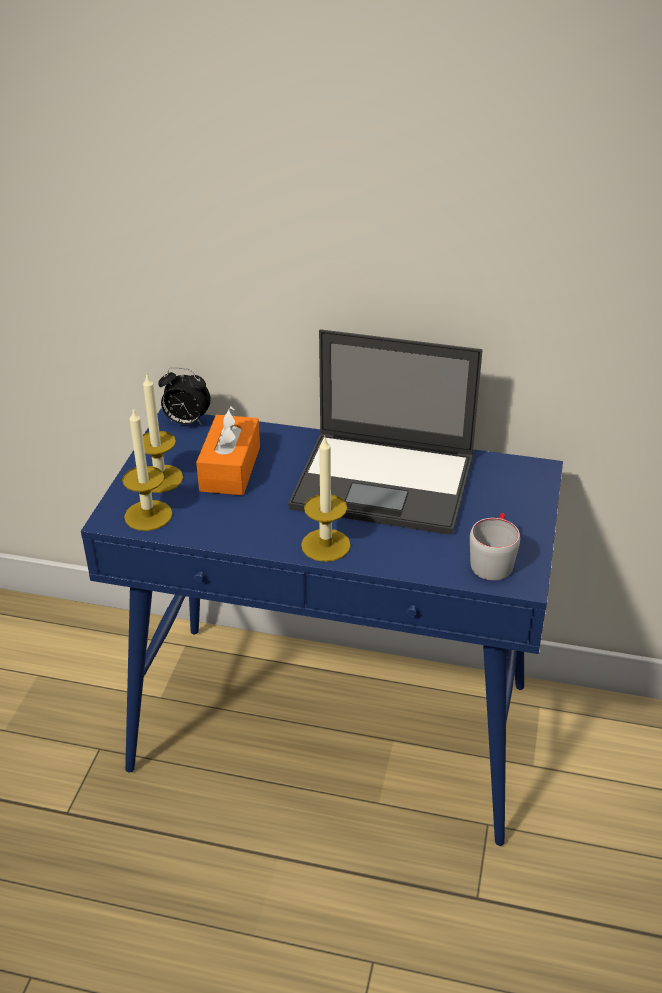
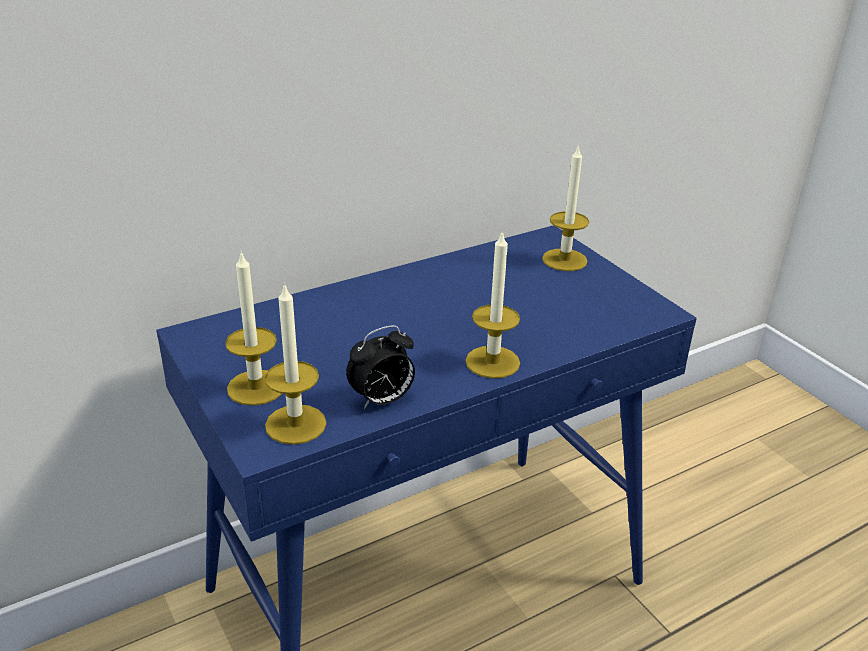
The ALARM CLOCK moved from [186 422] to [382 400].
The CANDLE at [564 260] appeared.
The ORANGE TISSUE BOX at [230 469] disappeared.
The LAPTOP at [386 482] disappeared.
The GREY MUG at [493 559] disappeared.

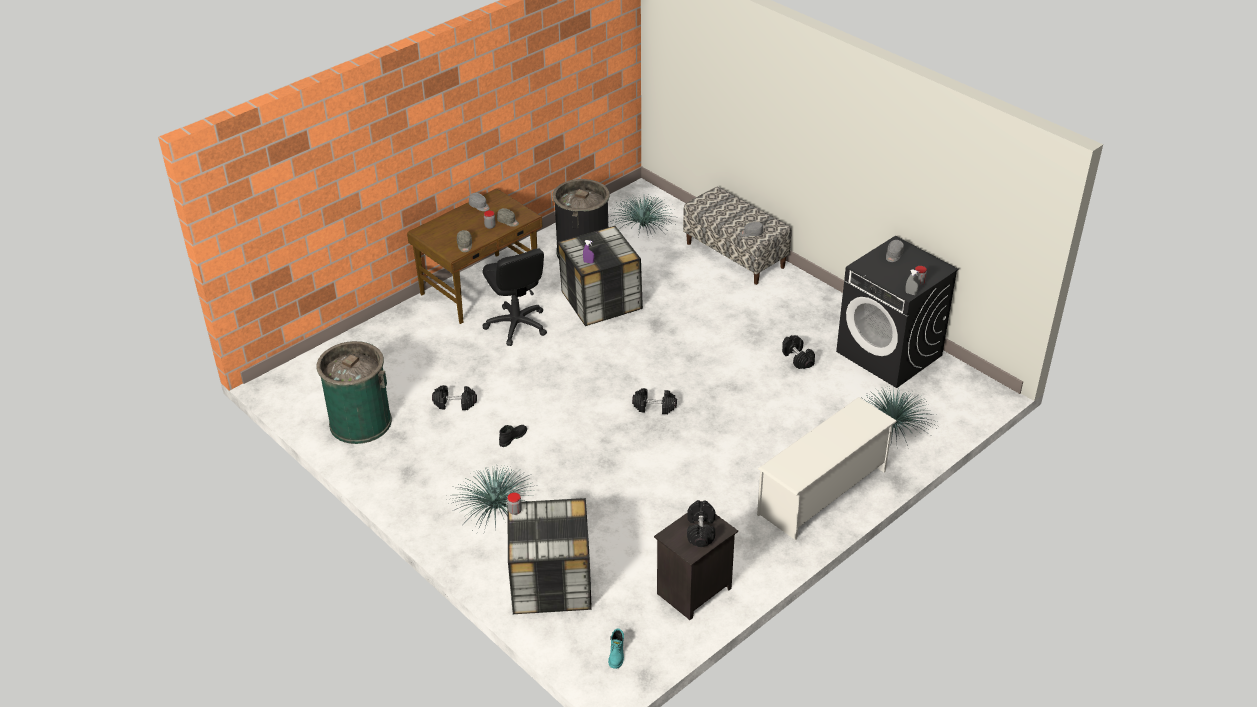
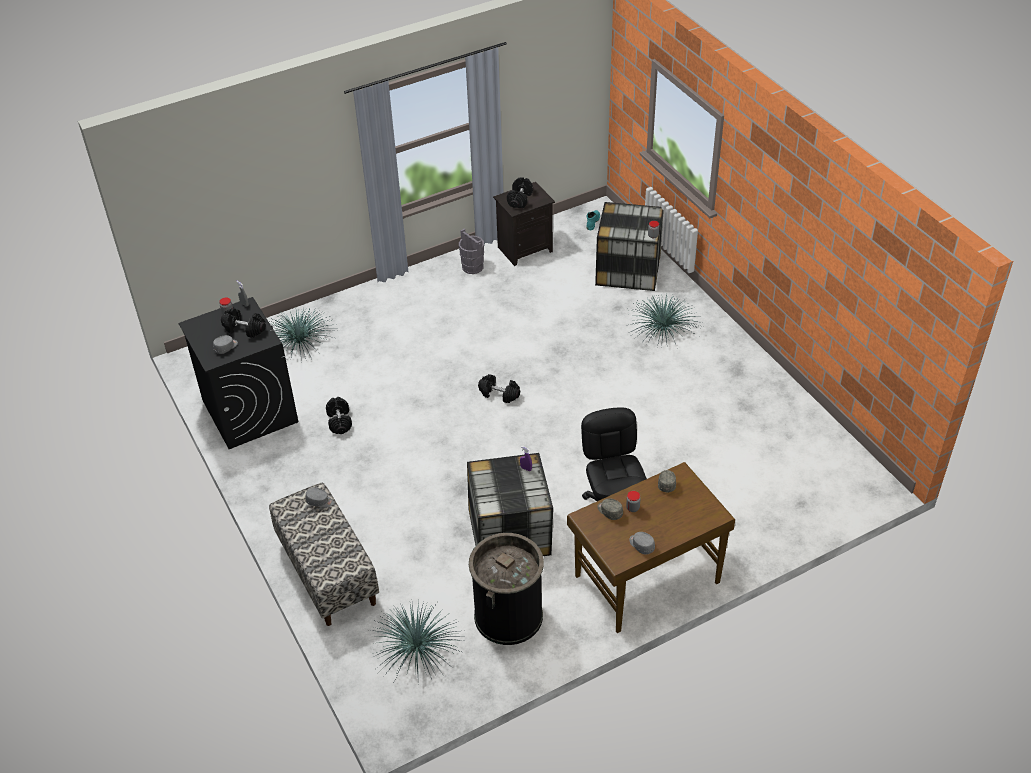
The BLACK DUMBBELL moved from [455 404] to [244 329].
The GREY BUCKET at [472 267] appeared.
The GREEN TRASH CAN at [360 422] disappeared.
The BLACK BOOT at [512 437] disappeared.
The WHITE SHOE RACK at [823 492] disappeared.

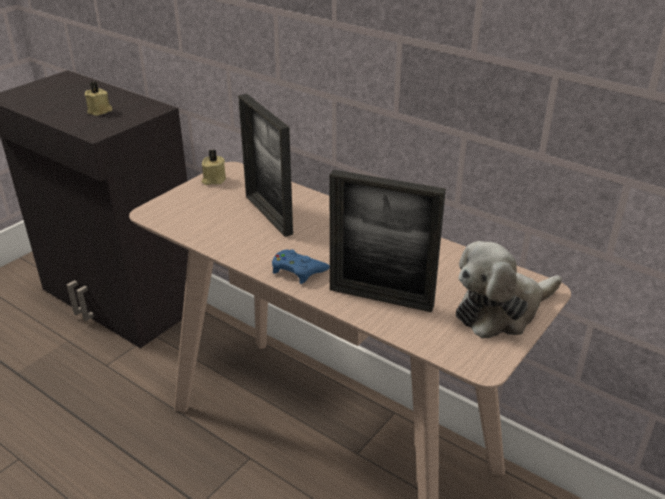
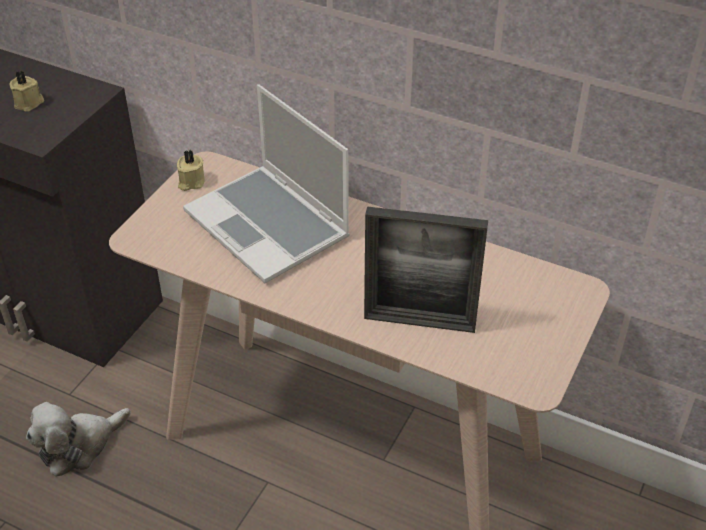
The PLUSH TOY moved from [501 311] to [79 446].
The PICTURE FRAME at [268 214] was replaced by the LAPTOP at [269 226].
The BLUE GAME CONTROLLER at [298 270] disappeared.

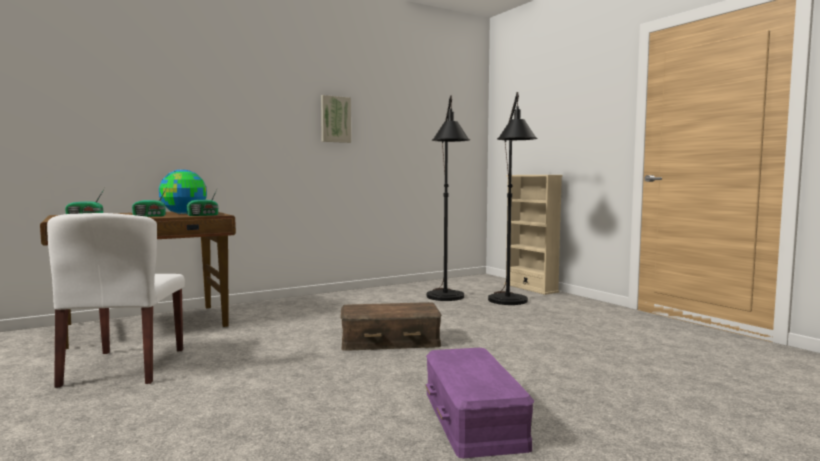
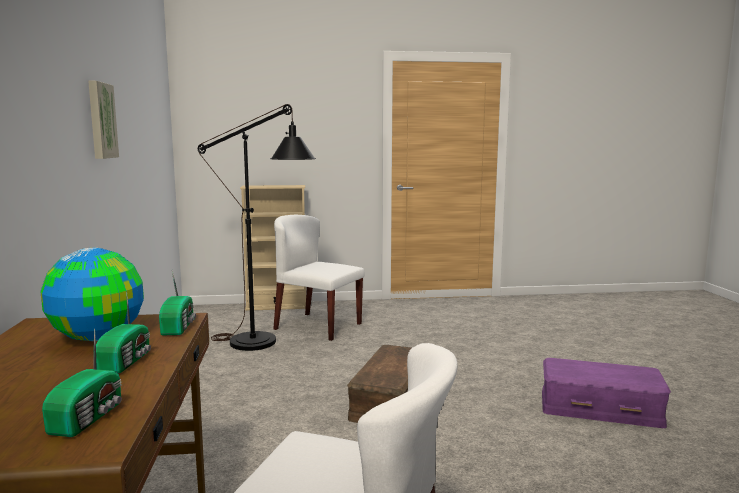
The BLACK FLOOR LAMP at [509 303] was replaced by the WHITE CHAIR at [317 326].

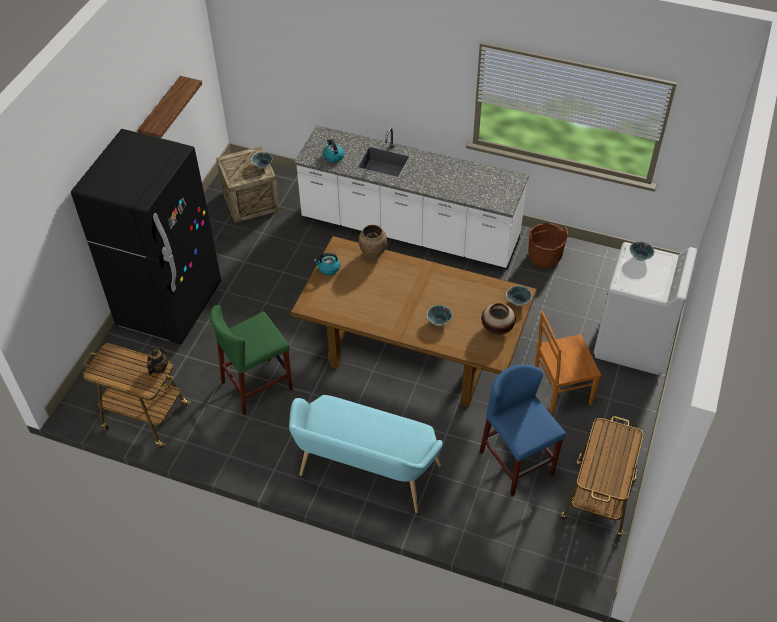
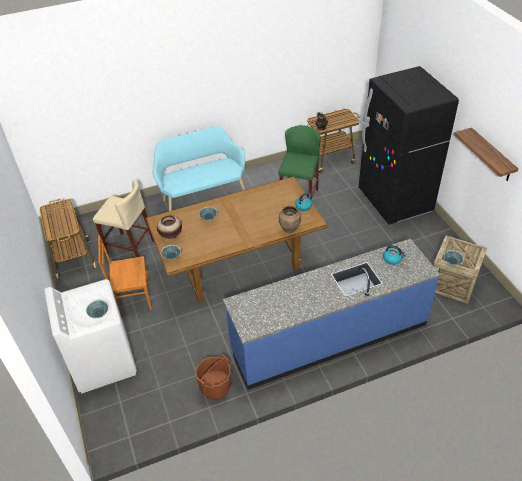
The BLUE STOOL at [516 463] became the BEIGE STOOL at [130 248].
The BROWN CHAIR at [560 390] turned 135 degrees counterclockwise.
The WHITE COUNTER at [409 231] became the BLUE COUNTER at [328 337].

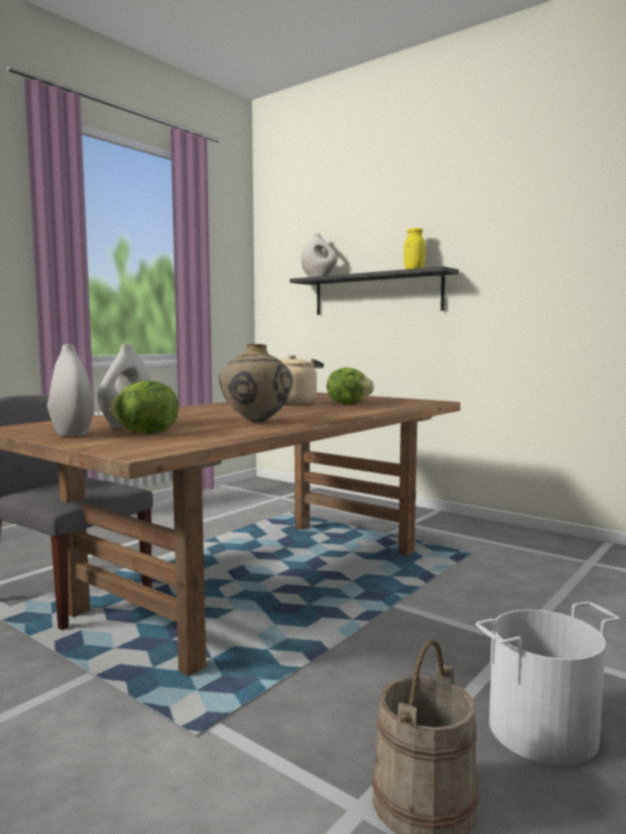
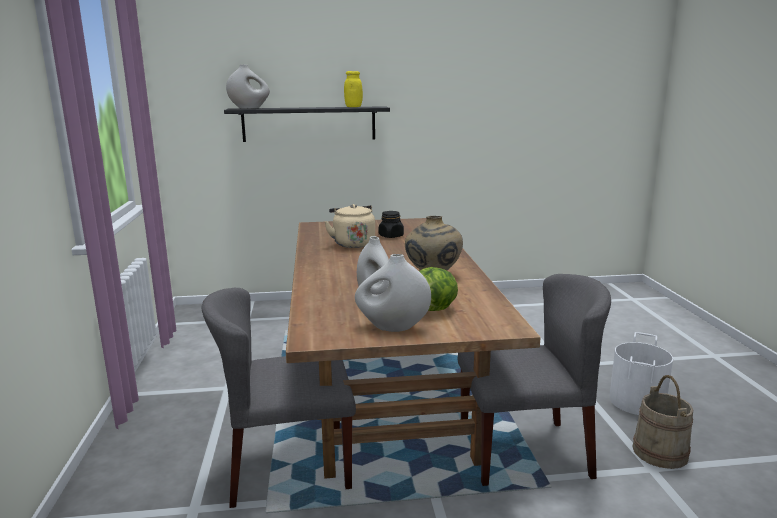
The LETTUCE at [348 404] was replaced by the BLACK JAR at [391 236].
The GREY CHAIR at [525 452] appeared.

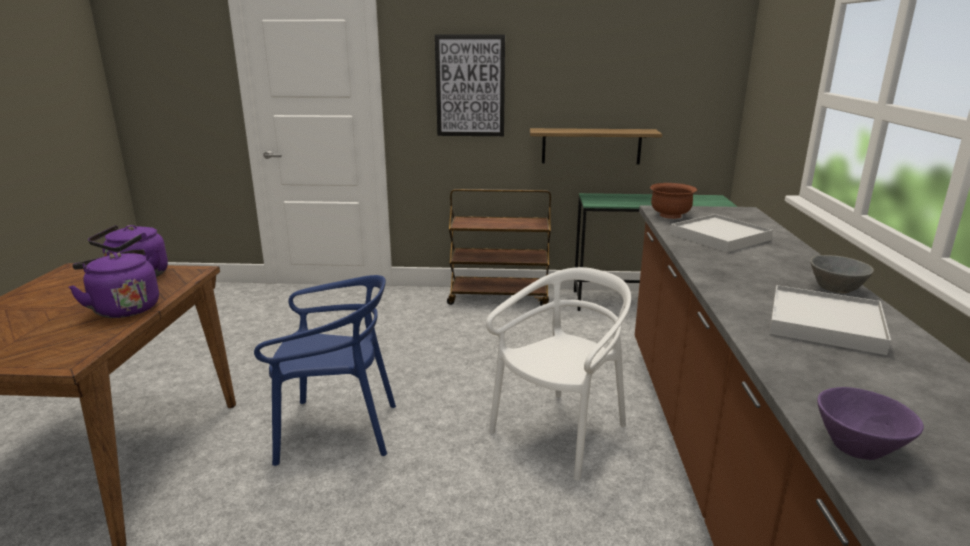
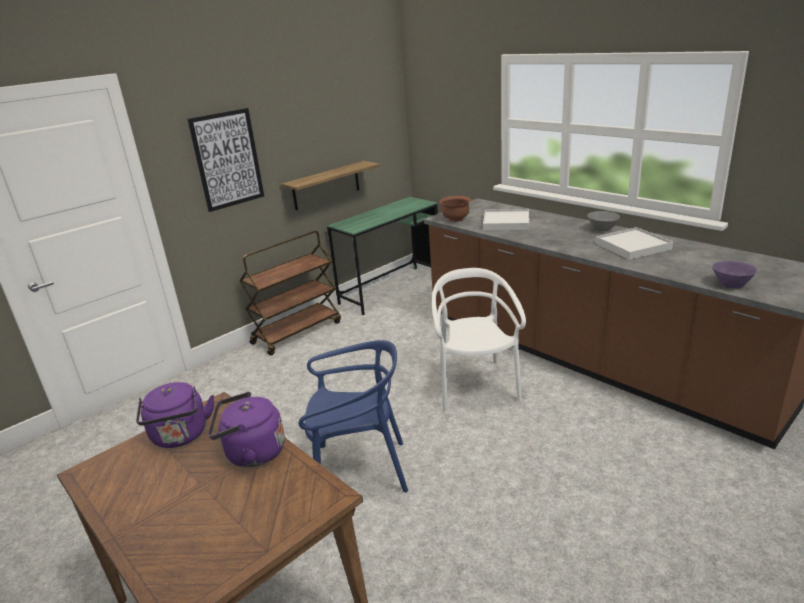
The BLUE CHAIR at [337 430] turned 45 degrees clockwise.

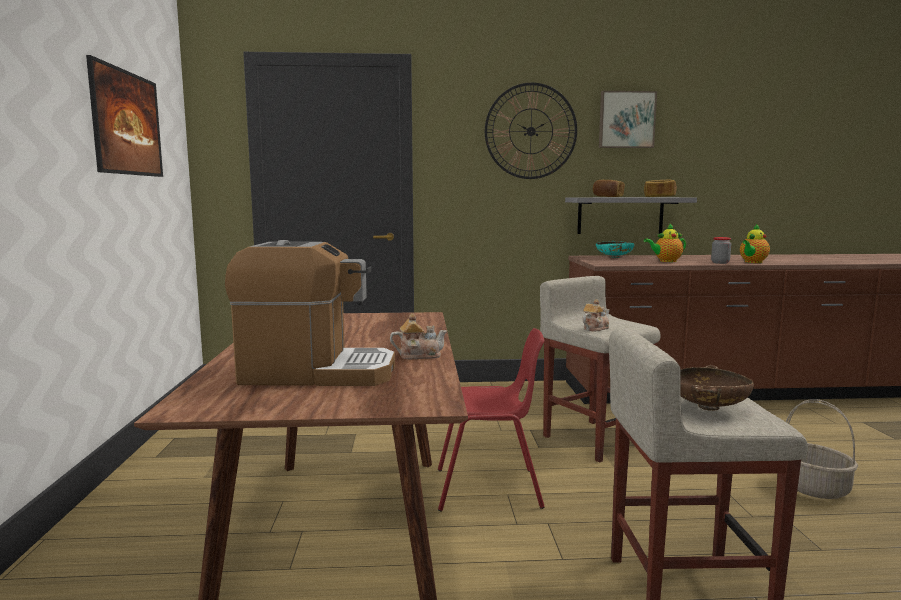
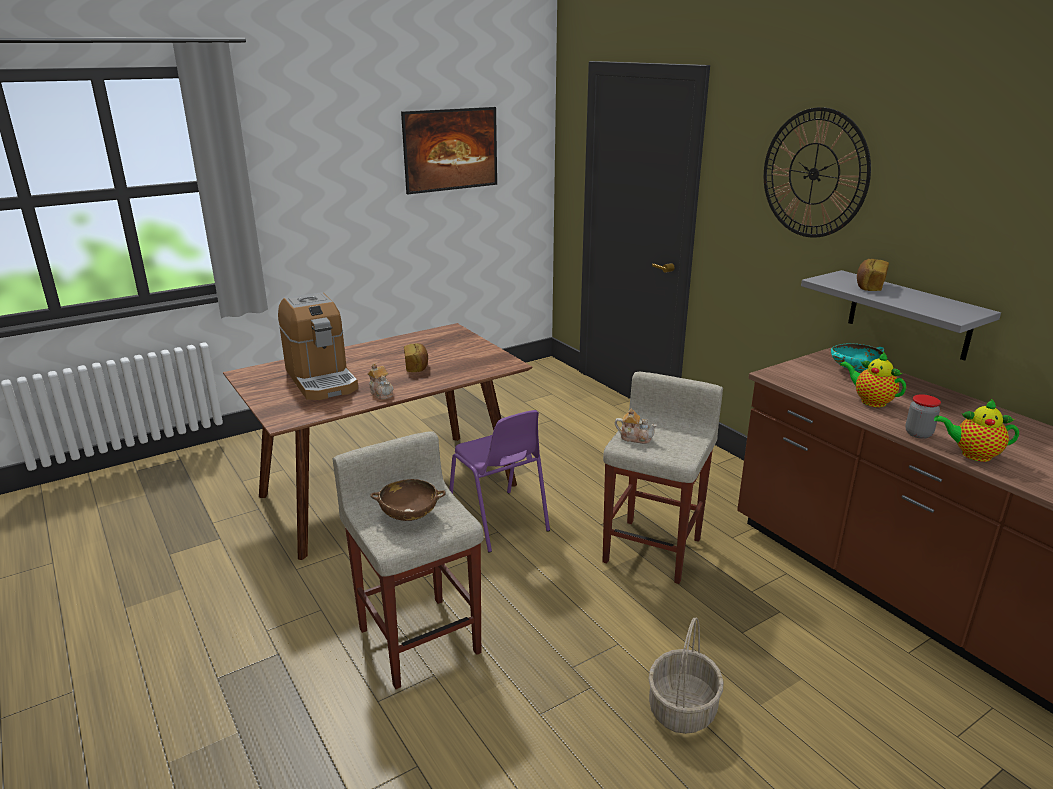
The BREAD moved from [659 197] to [417 367].
The RED CHAIR at [489 489] became the PURPLE CHAIR at [498 521].
The PICTURE at [626 120] disappeared.

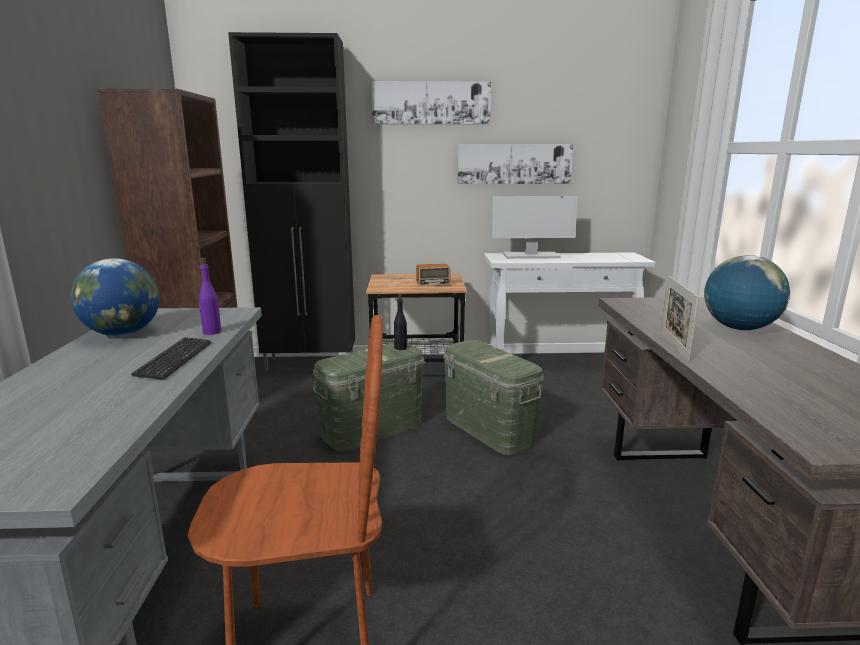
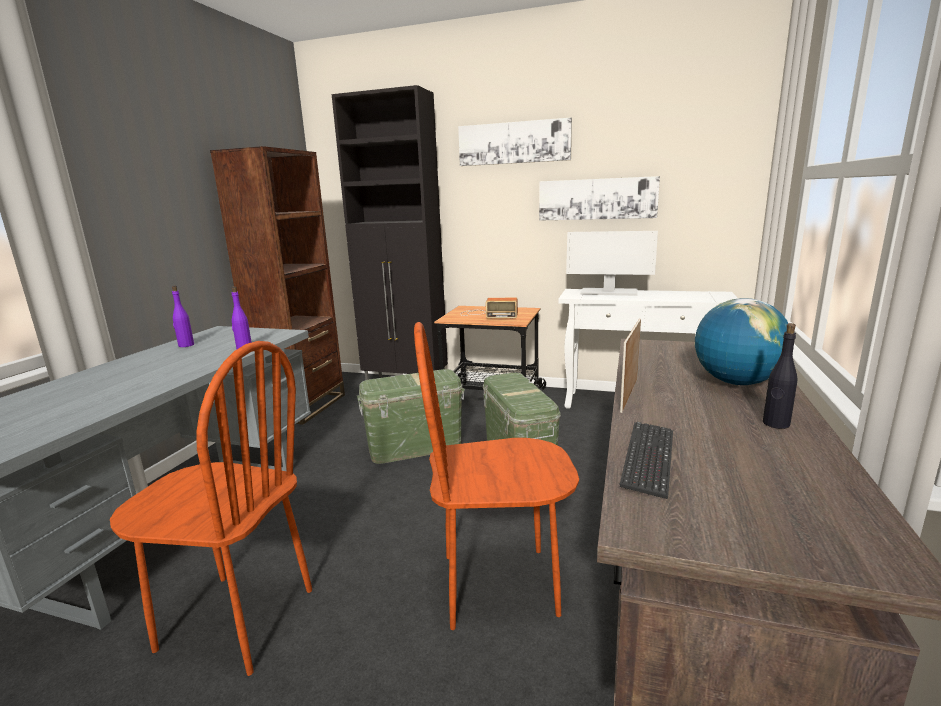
The GLOBE at [123 334] was replaced by the PURPLE BOTTLE at [186 345].
The BROWN CHAIR at [499 585] appeared.
The KEYBOARD moved from [175 360] to [648 459].
The BLACK BOTTLE moved from [400 348] to [776 424].

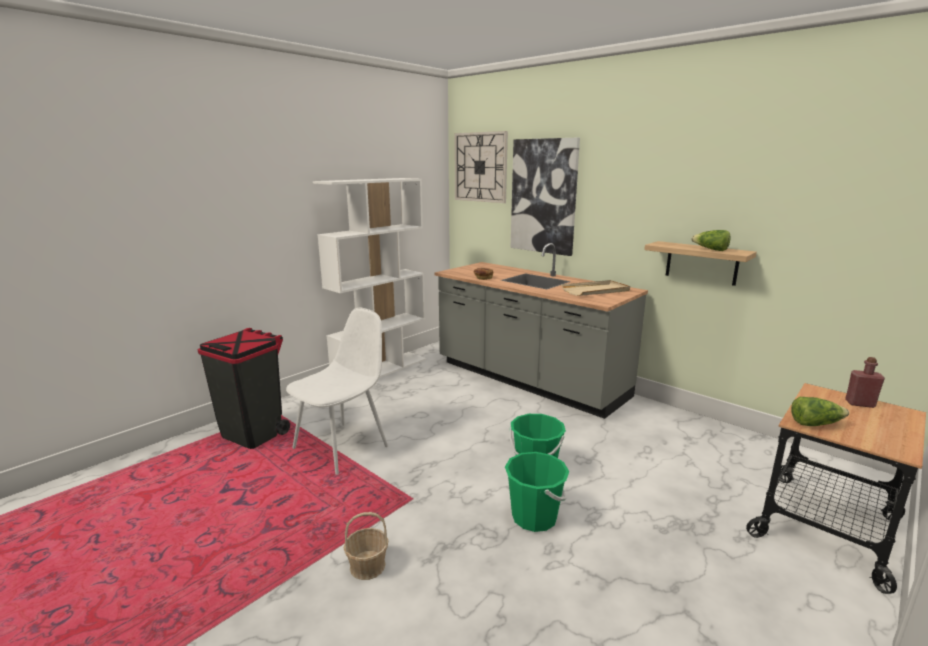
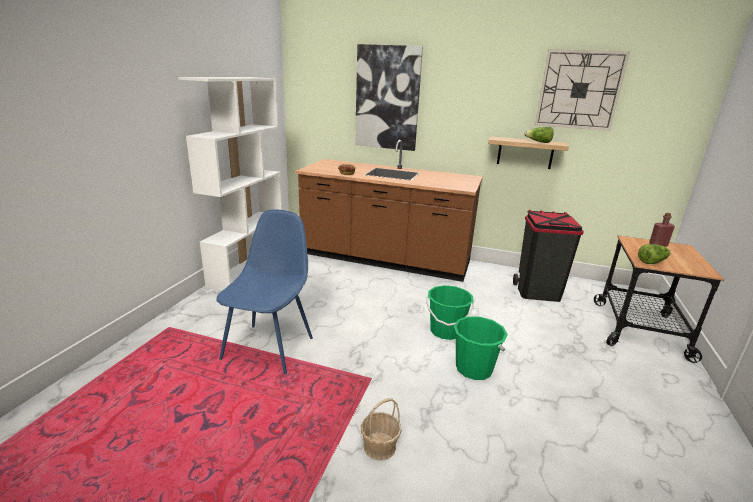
The WHITE CHAIR at [342 446] became the BLUE CHAIR at [269 347].
The GREY COUNTER at [529 380] became the BROWN COUNTER at [385 259].
The BLACK TRASH CAN moved from [253 434] to [537 292].
The WALL CLOCK moved from [480 167] to [579 90].
The BEIGE TRAY at [596 290] disappeared.

